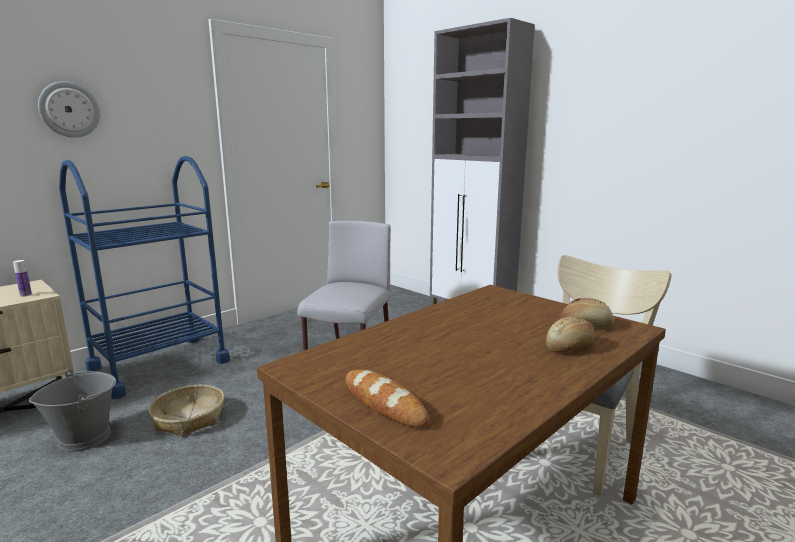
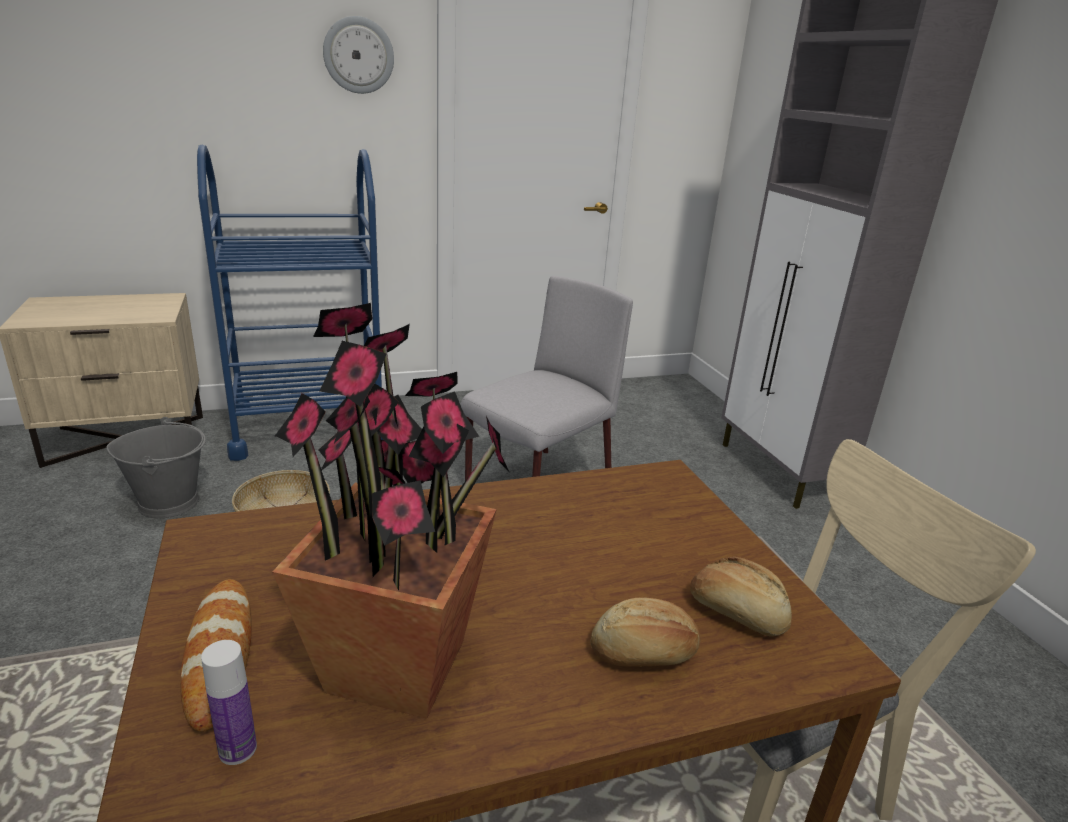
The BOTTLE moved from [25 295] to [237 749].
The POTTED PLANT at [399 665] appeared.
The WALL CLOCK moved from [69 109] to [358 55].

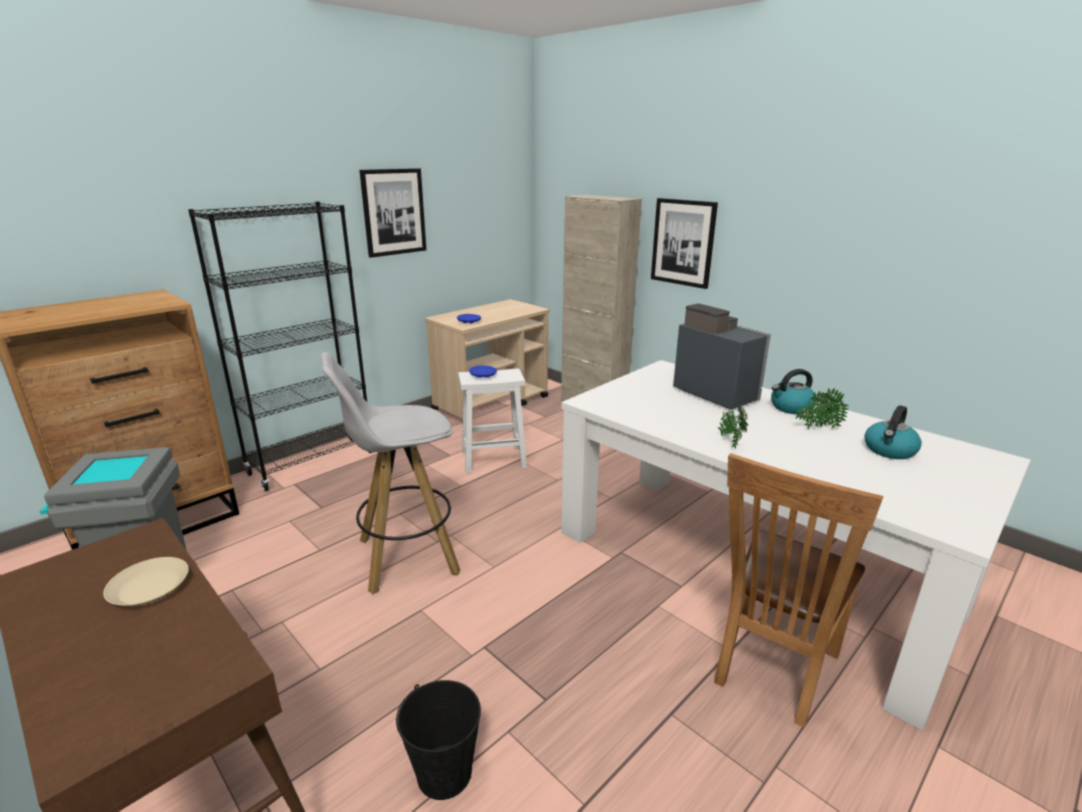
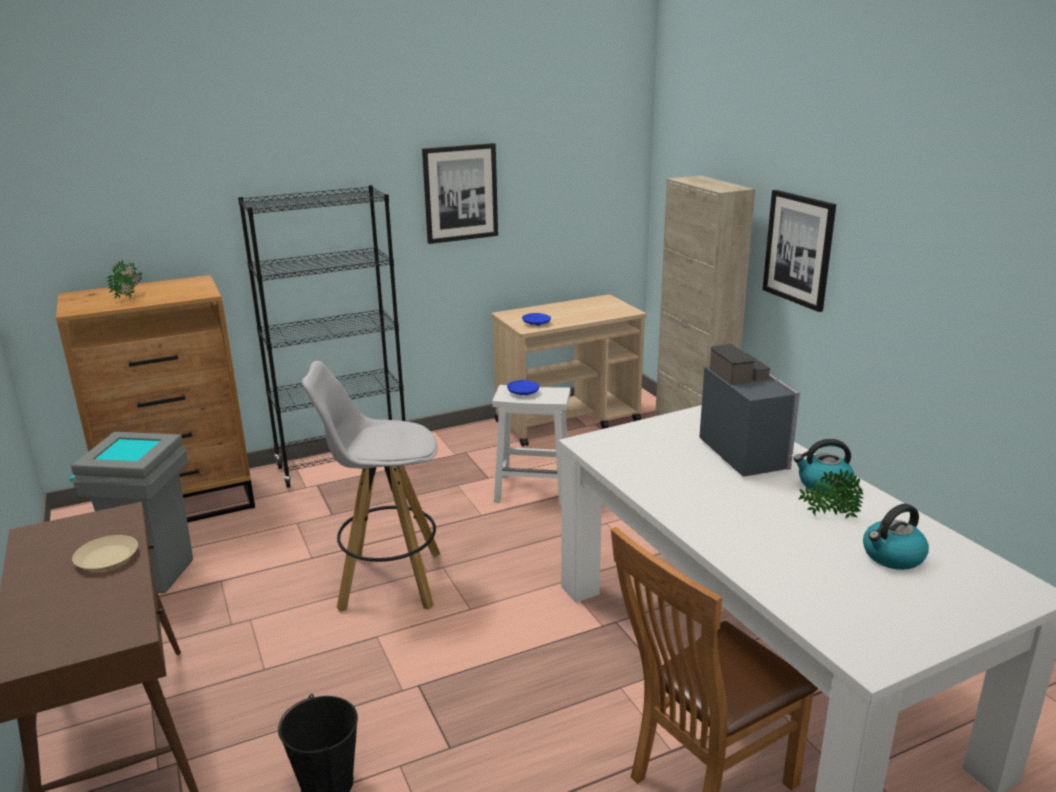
The POTTED PLANT moved from [730 442] to [131 296].

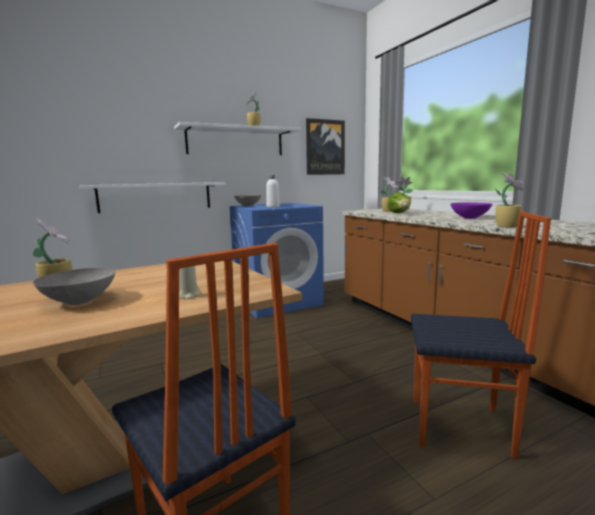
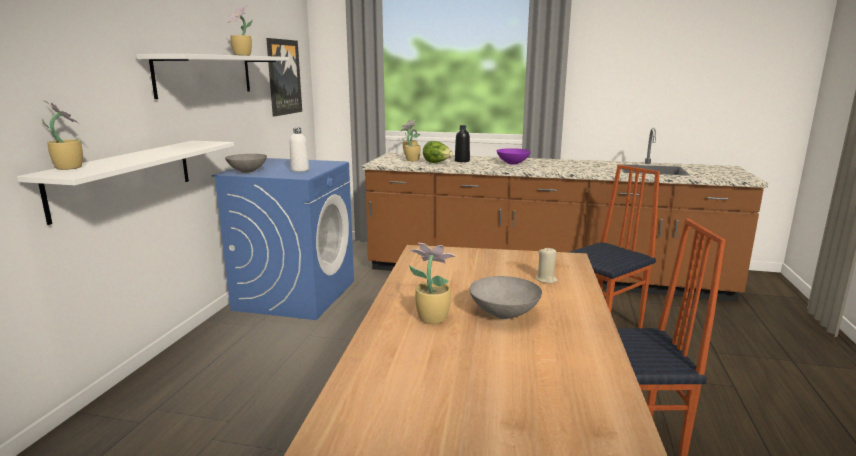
The POTTED PLANT moved from [506 226] to [69 167].
The BLACK BOTTLE at [462 161] appeared.

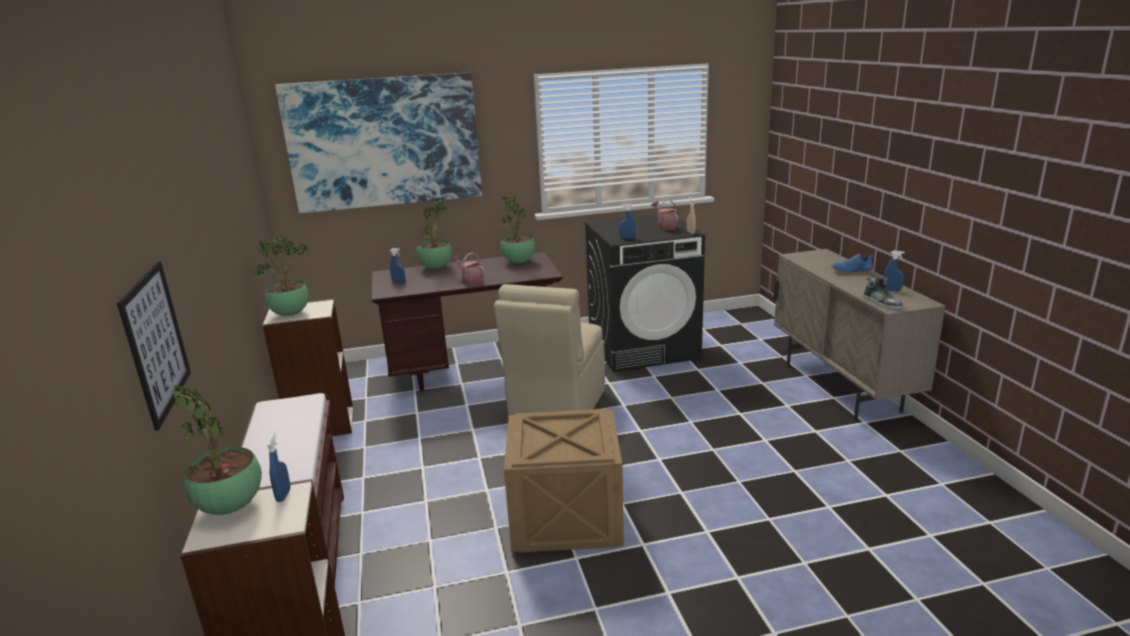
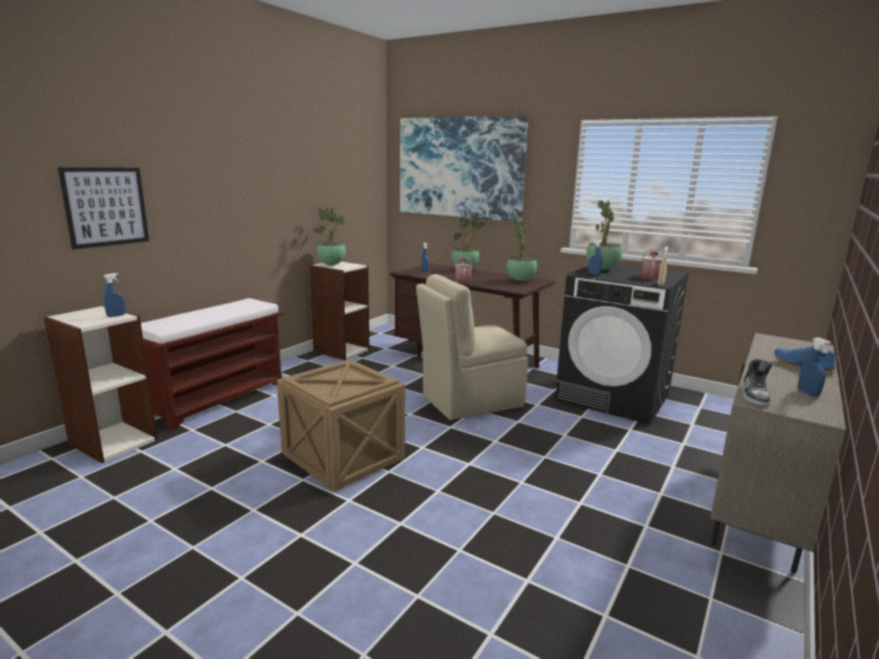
The POTTED PLANT moved from [231 508] to [602 269].

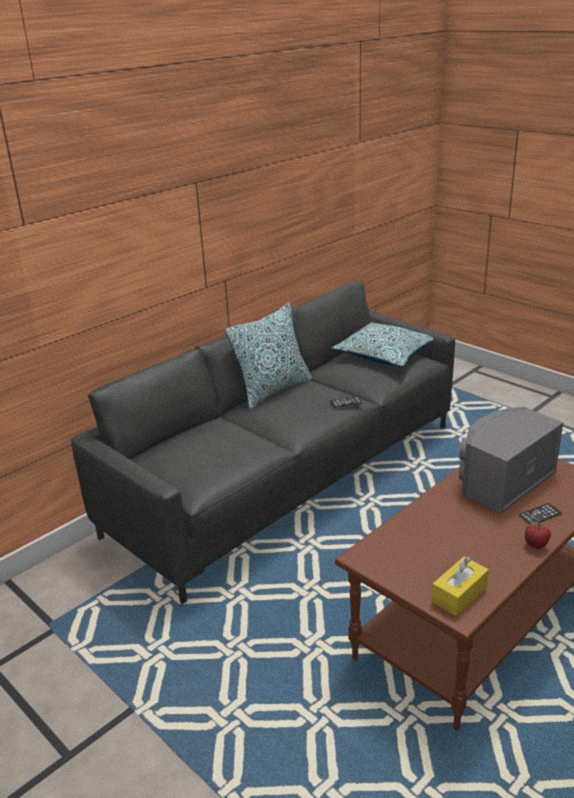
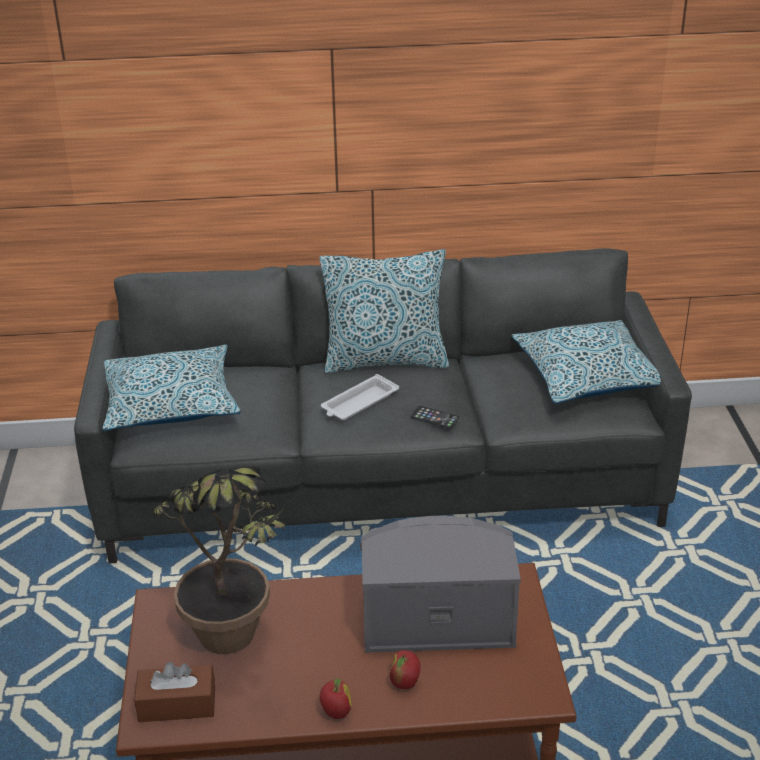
The PILLOW at [170 403] appeared.
The YELLOW TISSUE BOX at [459 594] became the BROWN TISSUE BOX at [177 704].
The POTTED PLANT at [237 647] appeared.
The WHITE TRAY at [359 403] appeared.
The PHONE at [540 514] was replaced by the APPLE at [405 683].

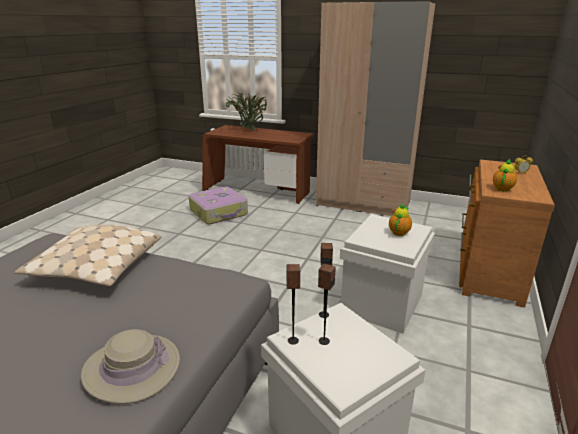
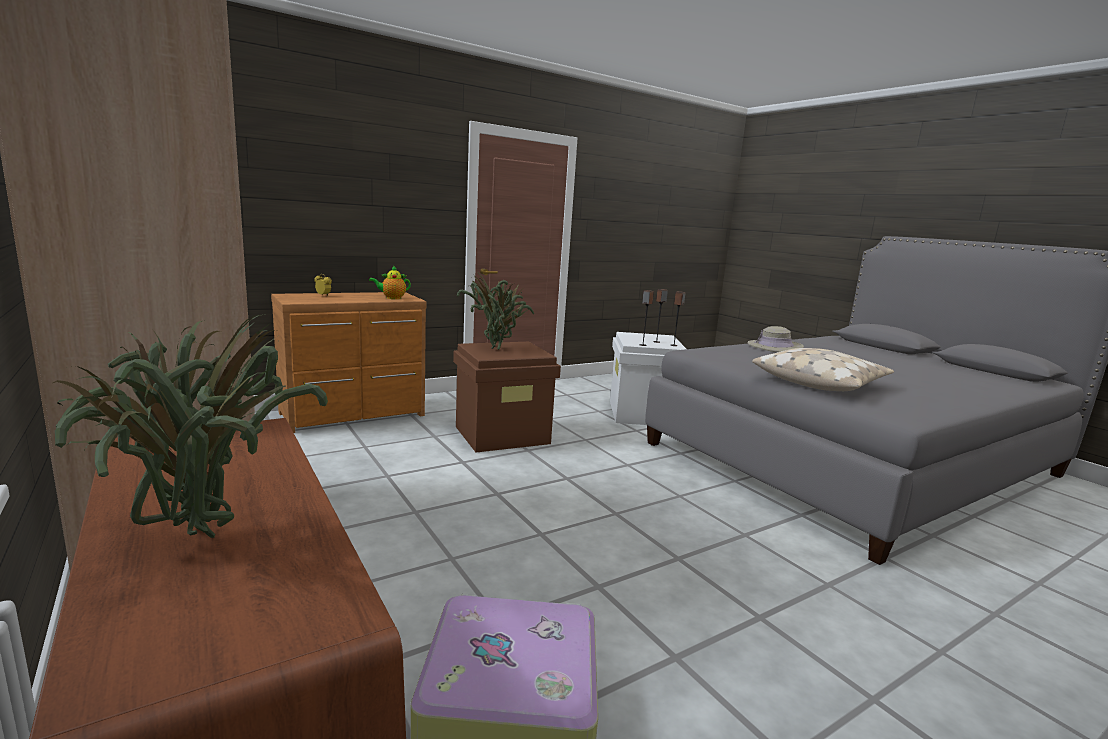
The WHITE STORAGE BOX at [382 304] became the BROWN STORAGE BOX at [502 435].
The TEAPOT at [399 232] was replaced by the POTTED PLANT at [496 348].

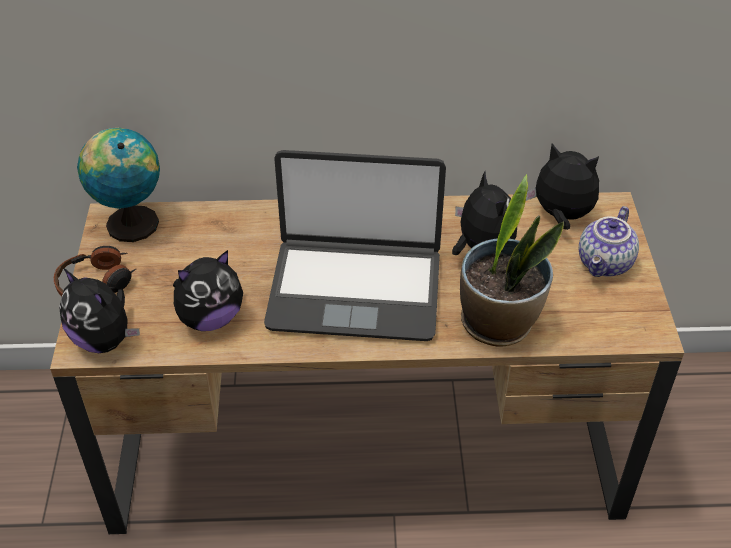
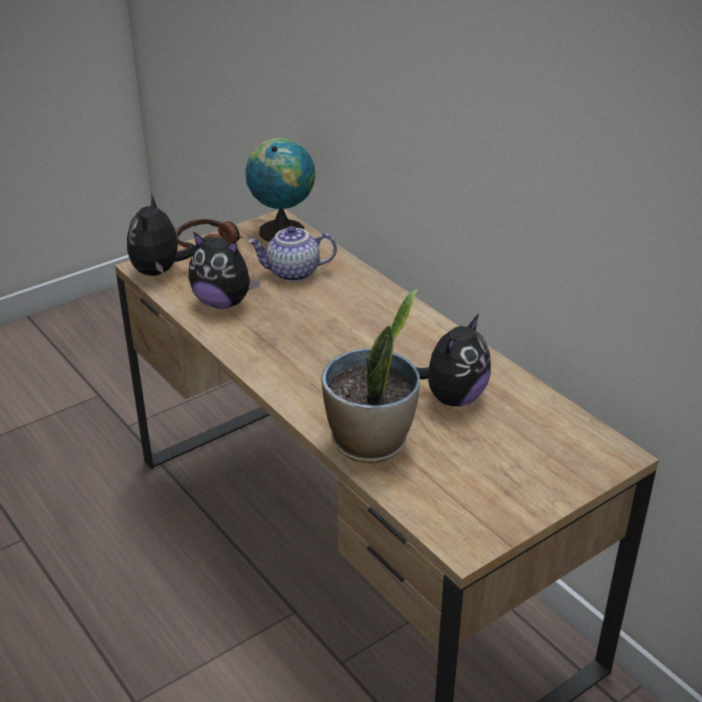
The TEAPOT moved from [605 264] to [293 273].
The LAPTOP at [355 289] disappeared.
The PLUSH TOY at [561 216] disappeared.

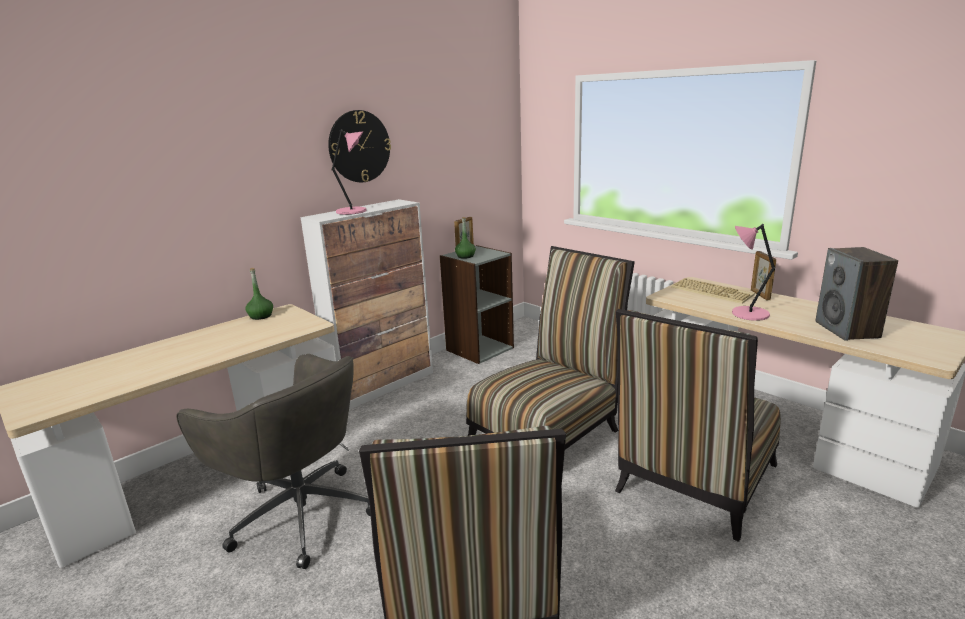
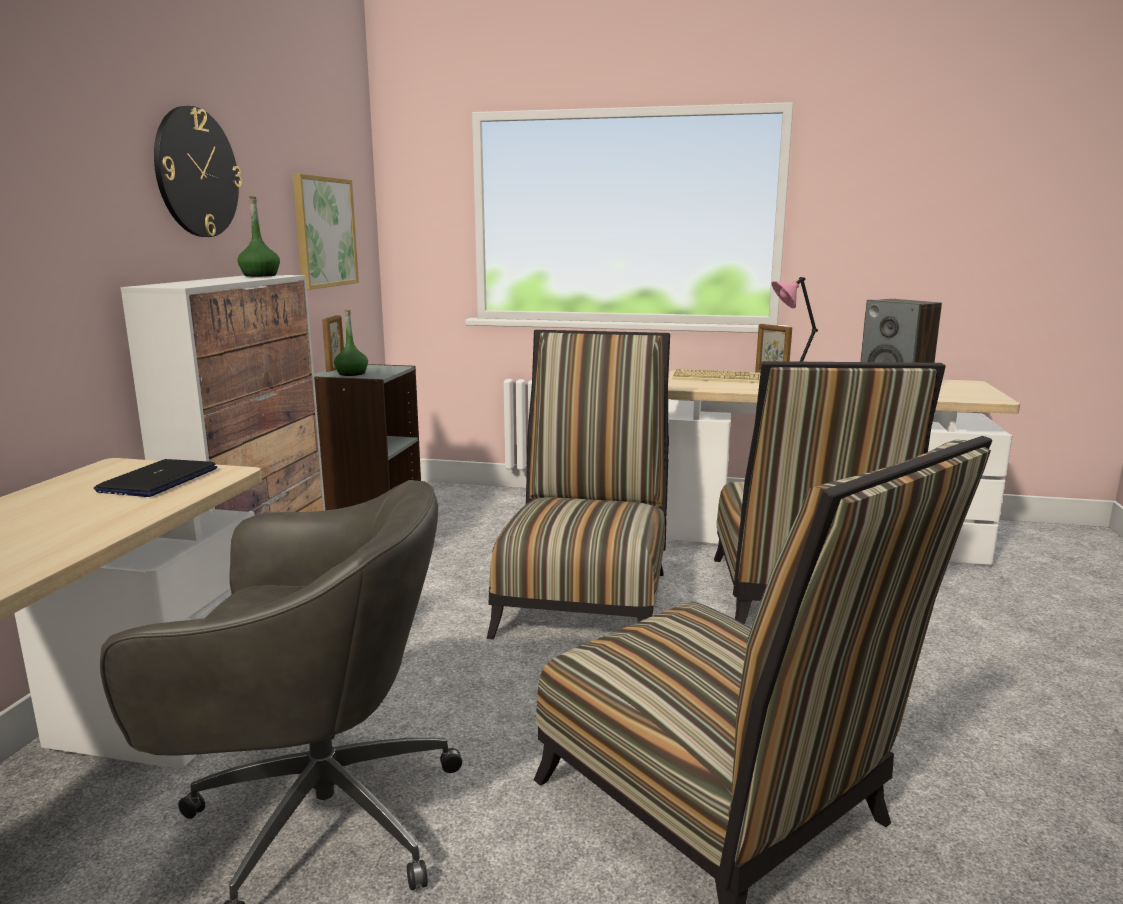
The LAPTOP at [158 480] appeared.
The GREEN BOTTLE moved from [261 316] to [260 275].
The PICTURE at [324 232] appeared.
The PINK TABLE LAMP at [353 211] disappeared.

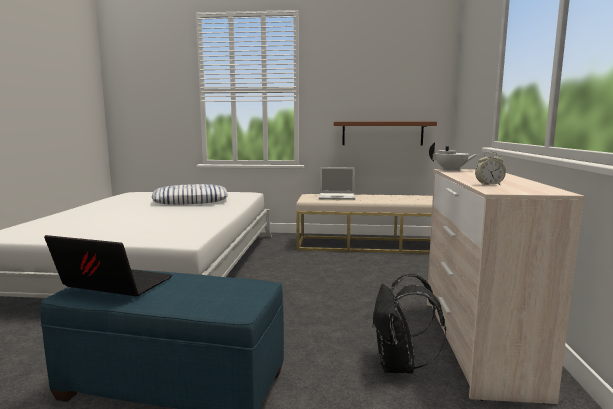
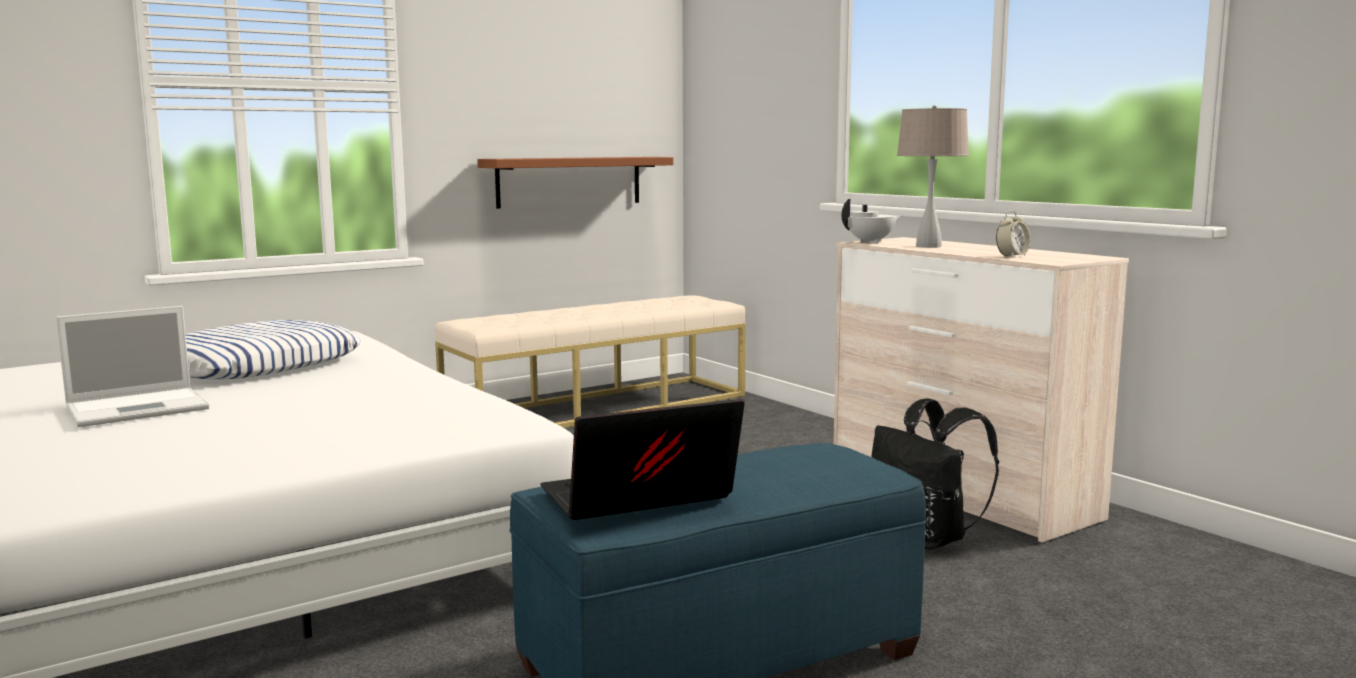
The LAPTOP moved from [337 197] to [140 408].
The BEIGE TABLE LAMP at [929 246] appeared.

